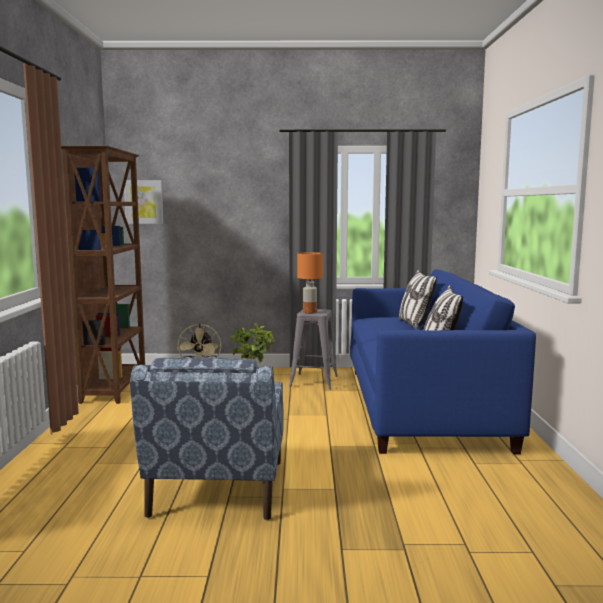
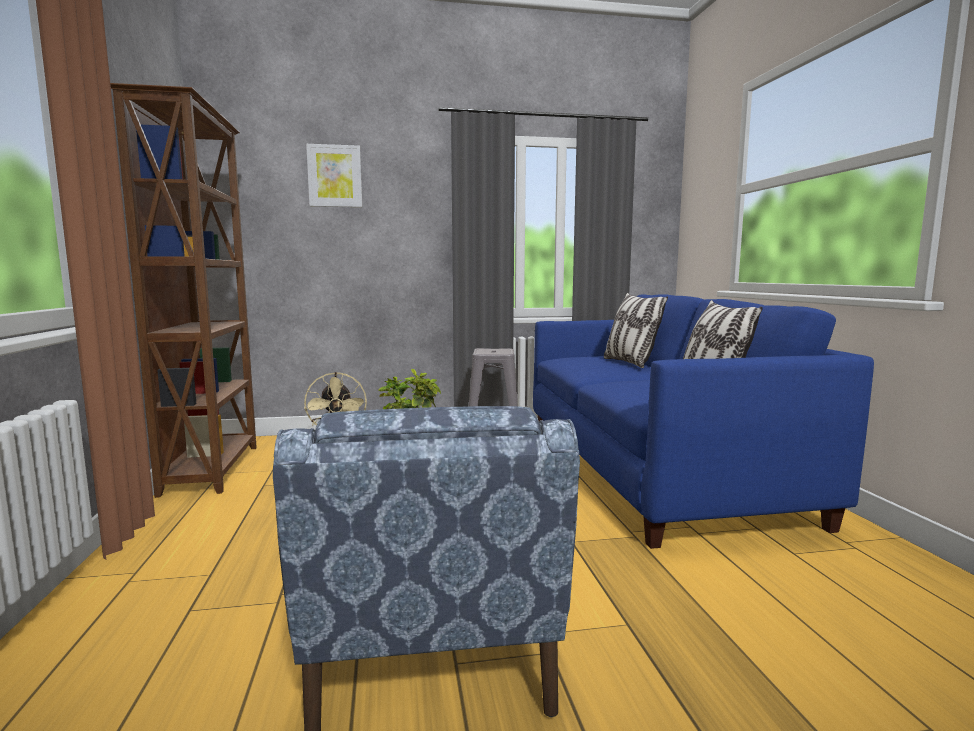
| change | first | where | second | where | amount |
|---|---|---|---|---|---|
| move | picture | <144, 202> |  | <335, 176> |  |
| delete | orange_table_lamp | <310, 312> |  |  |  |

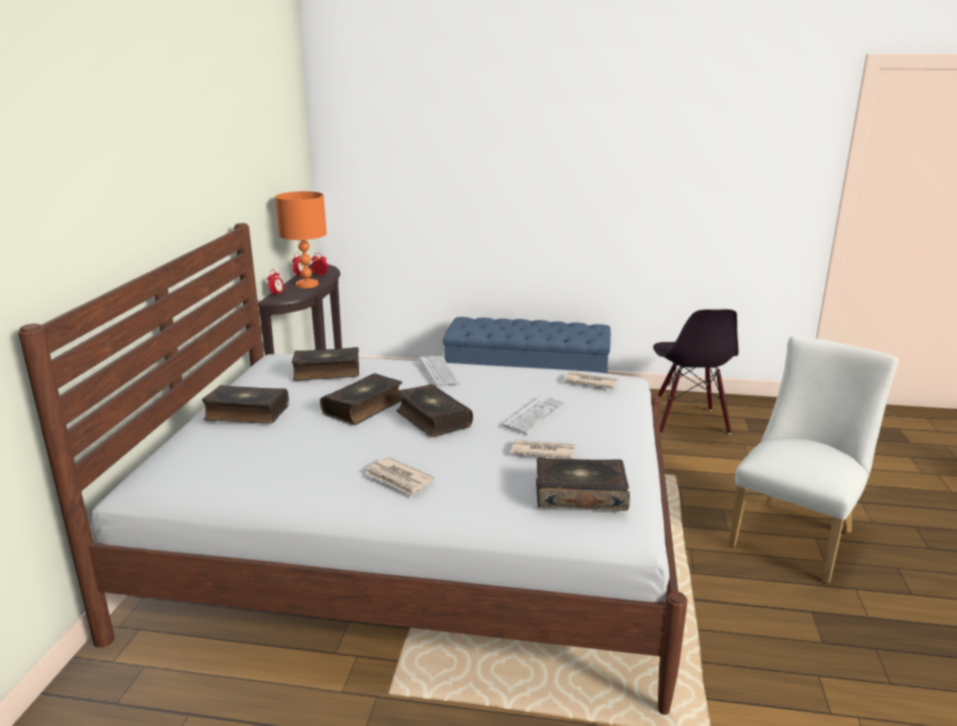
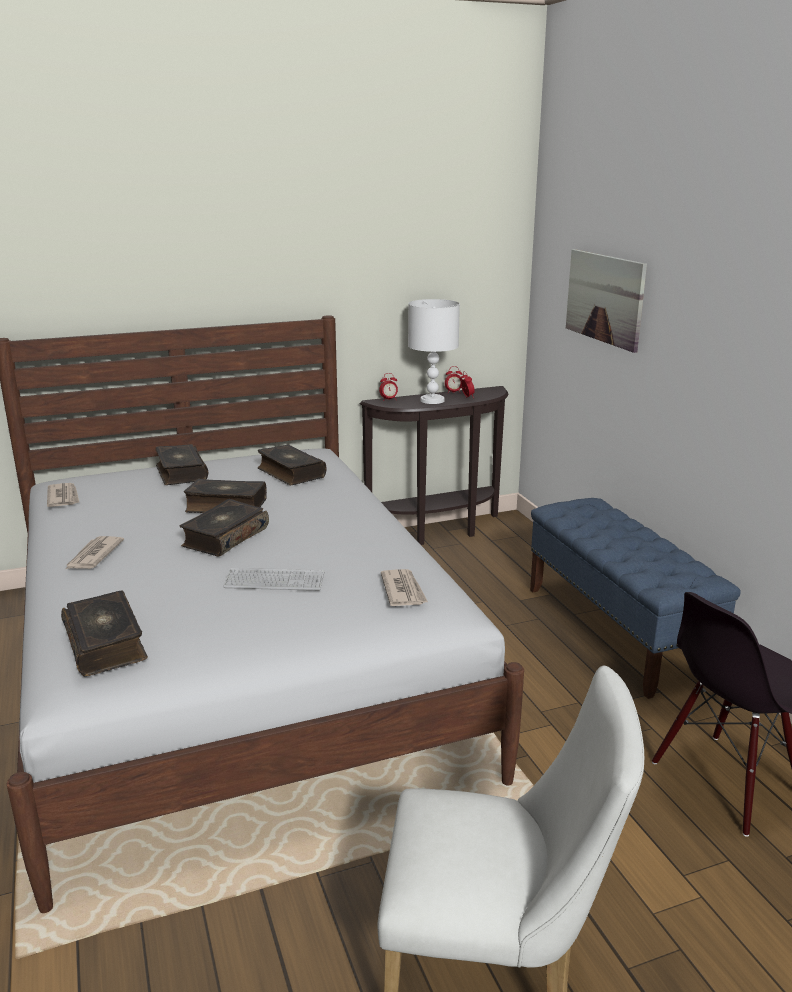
| change | first | where | second | where | amount |
|---|---|---|---|---|---|
| move | newspaper | <542, 451> |  | <63, 497> |  |
| recolor | orange_table_lamp | <307, 285> | white_table_lamp | <432, 400> |  |
| insert |  |  | picture | <604, 298> |  |
| delete | keyboard | <439, 372> |  |  |  |

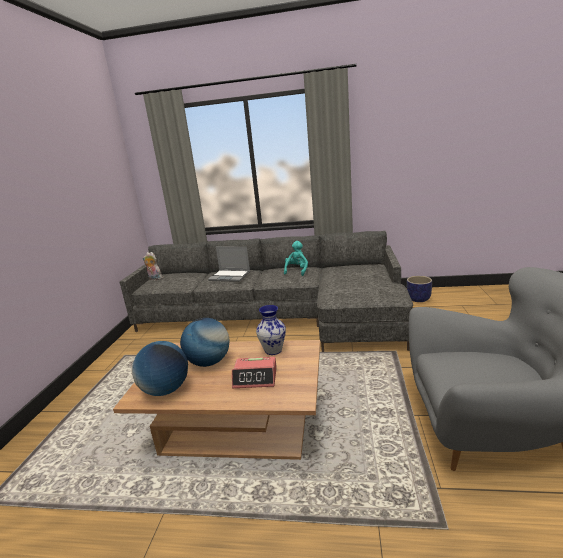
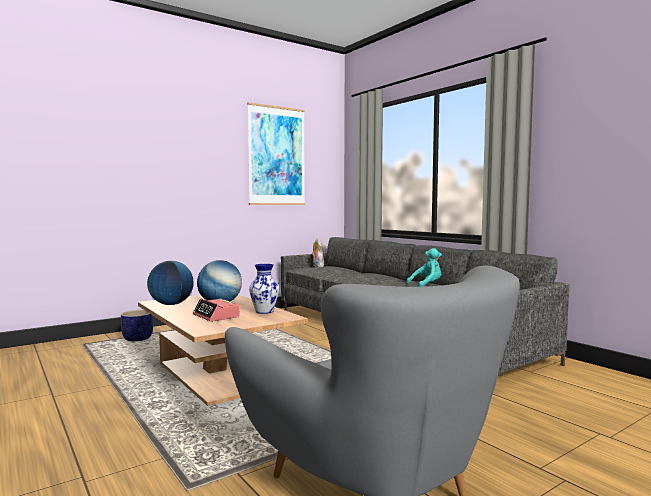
| change | first | where | second | where | amount |
|---|---|---|---|---|---|
| move | planter | <418, 299> |  | <138, 339> |  |
| insert |  |  | picture | <276, 156> |  |
| delete | laptop | <230, 276> |  |  |  |

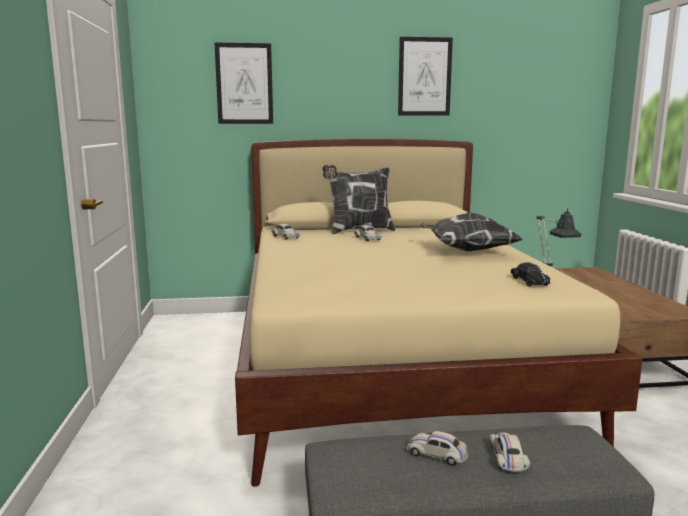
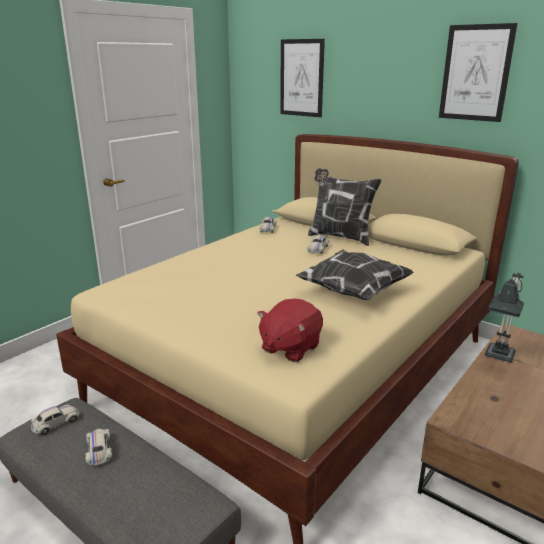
| change | first | where | second | where | amount |
|---|---|---|---|---|---|
| move | white_toy_car | <507, 457> |  | <56, 423> |  |
| replace | black_toy_car | <529, 281> | red_plush_toy | <290, 348> |  |

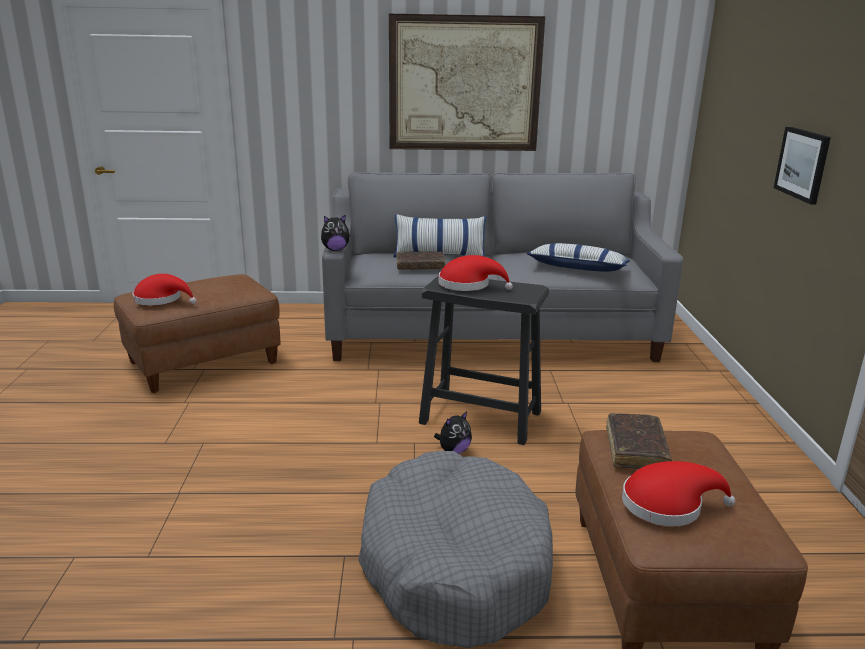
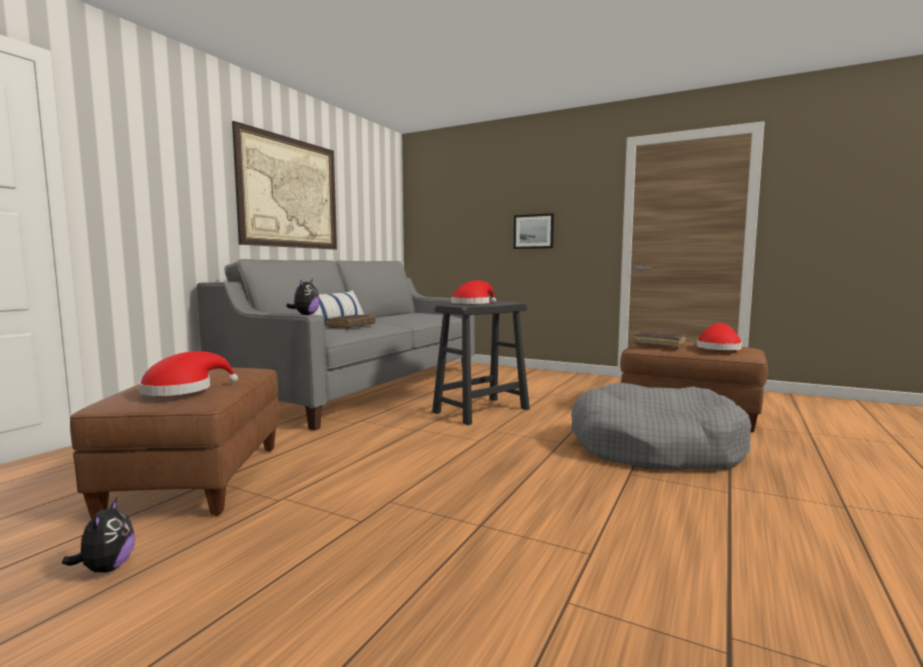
| change | first | where | second | where | amount |
|---|---|---|---|---|---|
| move | plush_toy | <453, 451> |  | <106, 568> |  |
| delete | pillow | <577, 268> |  |  |  |

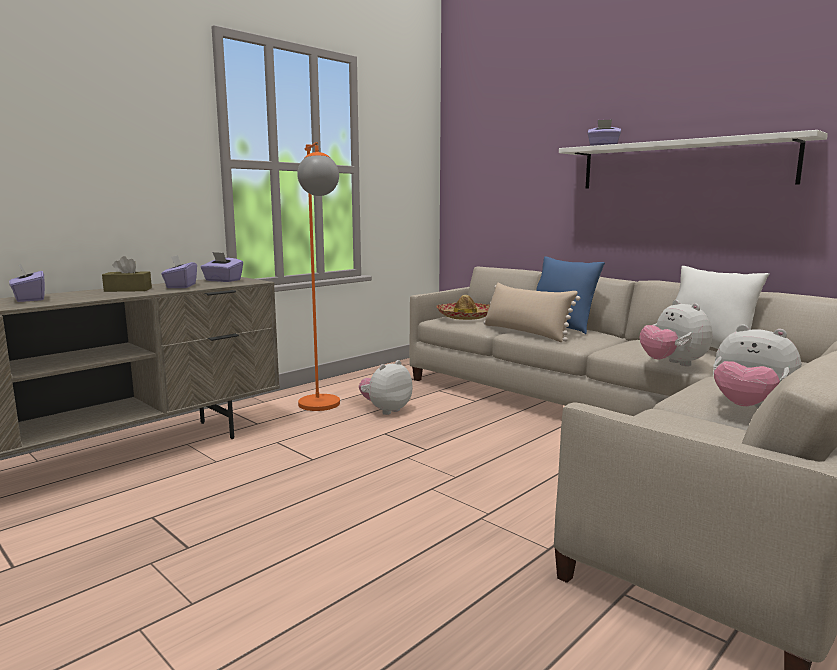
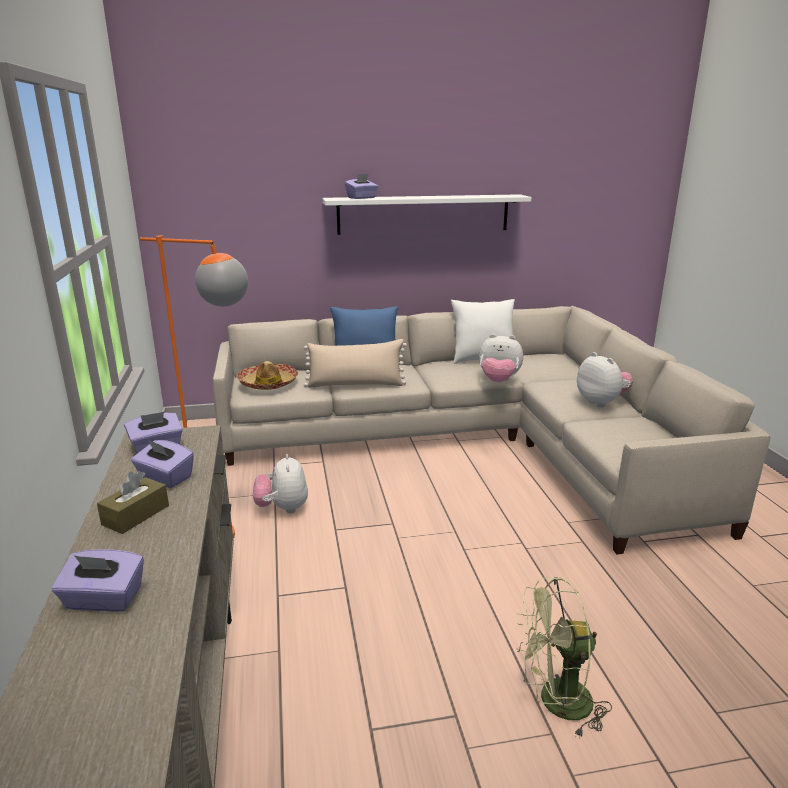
| change | first | where | second | where | amount |
|---|---|---|---|---|---|
| insert |  |  | green_fan | <555, 703> |  |
| rotate | plush_toy | <748, 407> |  | <601, 402> | 105 degrees counterclockwise |

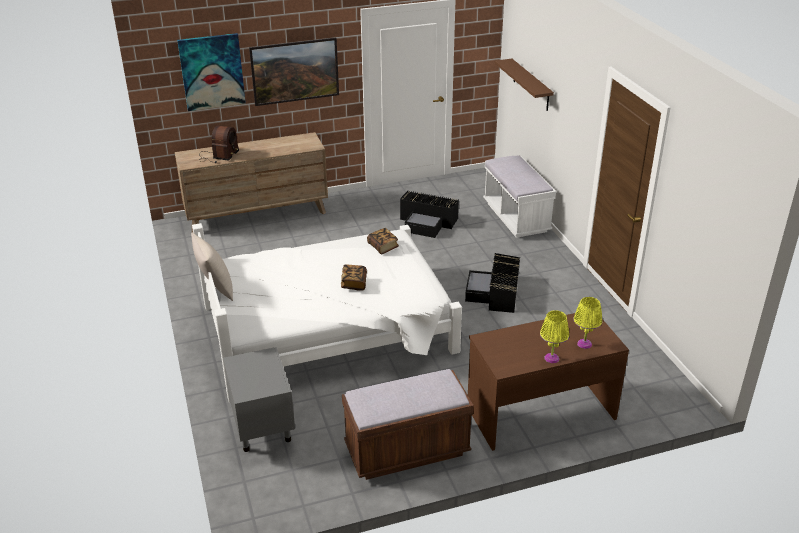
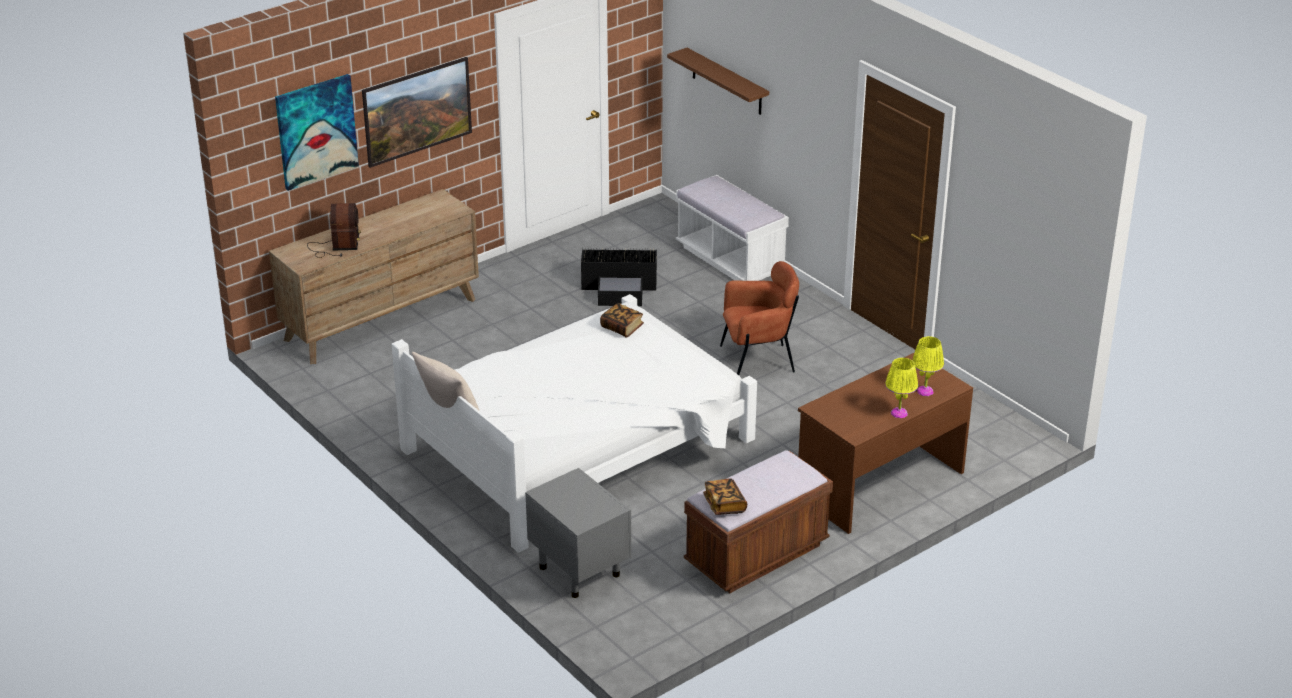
| change | first | where | second | where | amount |
|---|---|---|---|---|---|
| move | book | <354, 283> |  | <724, 505> |  |
| replace | black_storage_box | <495, 293> | brown_armchair | <757, 362> |  |

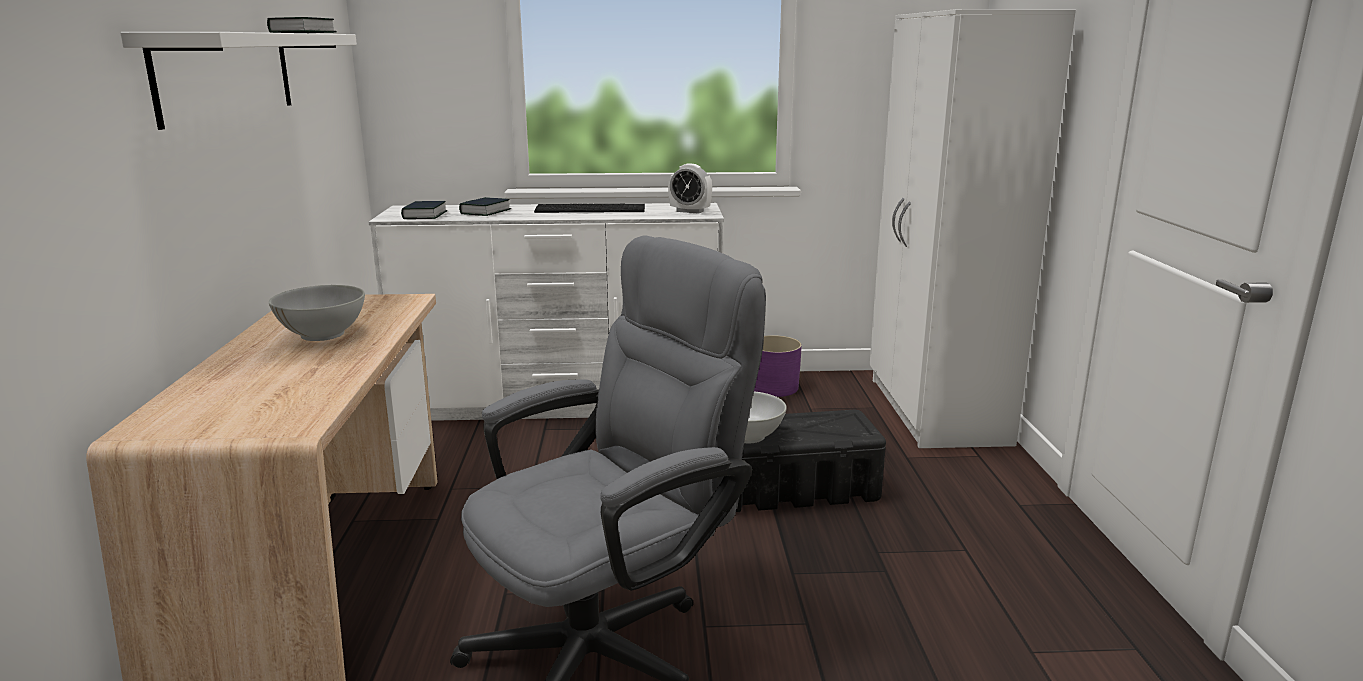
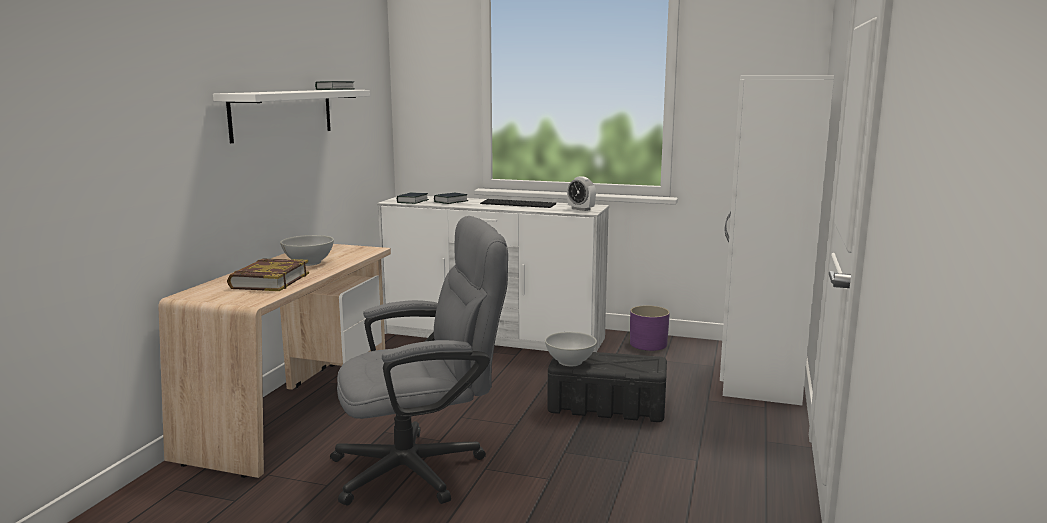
| change | first | where | second | where | amount |
|---|---|---|---|---|---|
| insert |  |  | book | <269, 281> |  |

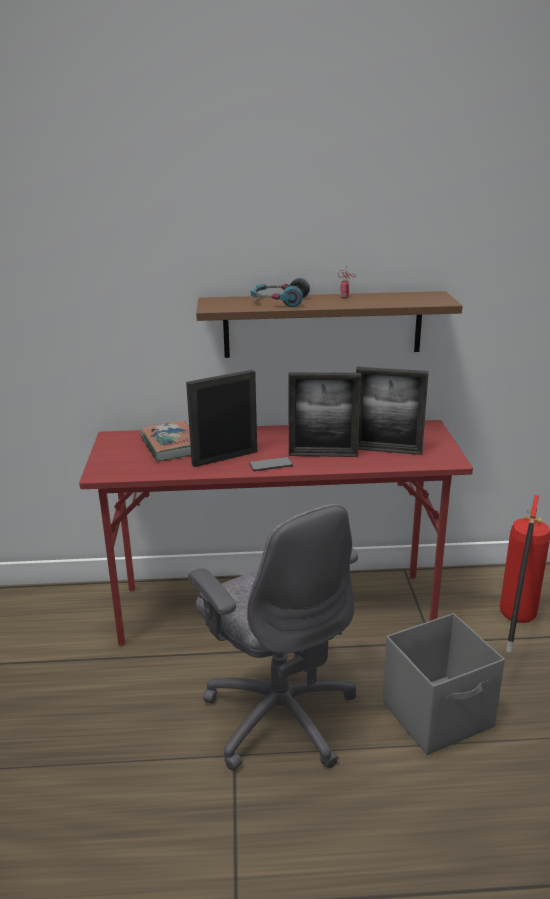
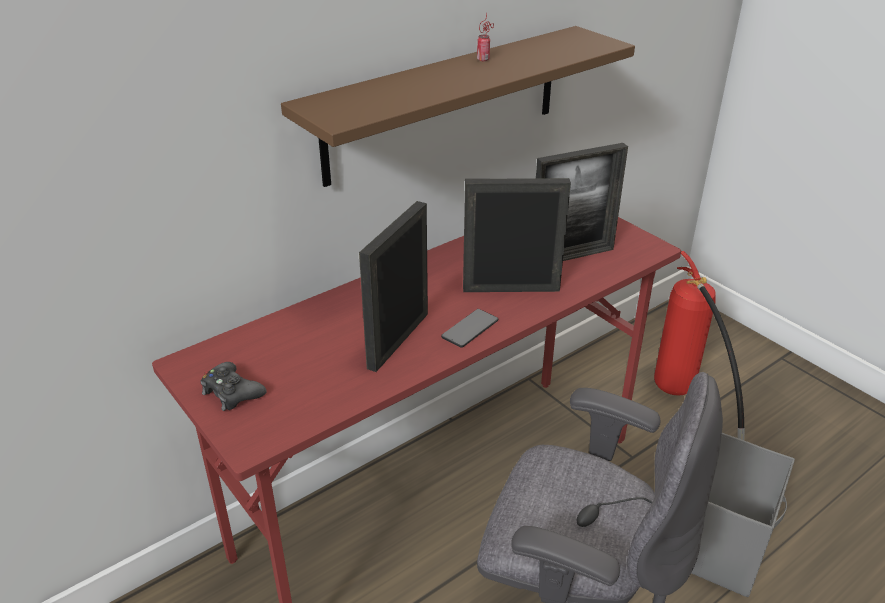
| change | first | where | second | where | amount |
|---|---|---|---|---|---|
| insert |  |  | black_game_controller | <232, 392> |  |
| rotate | picture_frame | <323, 455> |  | <511, 289> | 150 degrees counterclockwise |
| delete | book | <171, 445> |  |  |  |
| delete | headphones | <279, 301> |  |  |  |

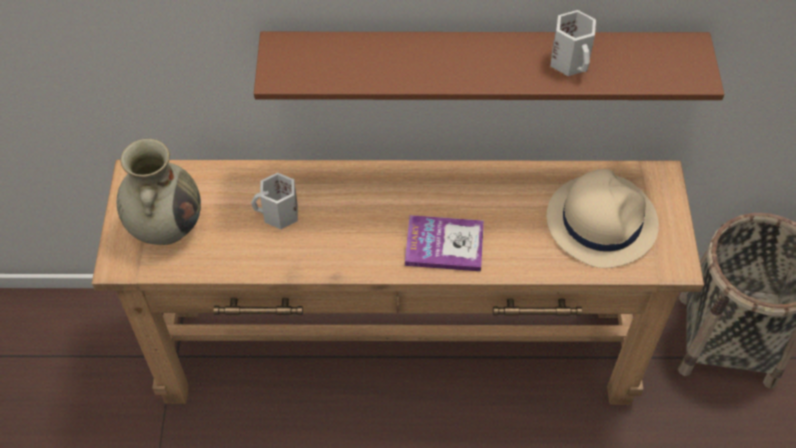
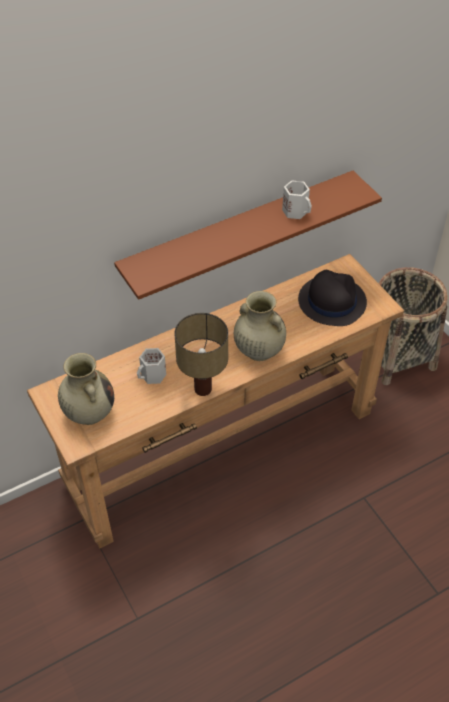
| change | first | where | second | where | amount |
|---|---|---|---|---|---|
| insert |  |  | table_lamp | <204, 389> |  |
| replace | book | <444, 245> | beige_vase | <258, 350> |  |
| recolor | beige_hat | <601, 220> | black_hat | <331, 301> |  |

